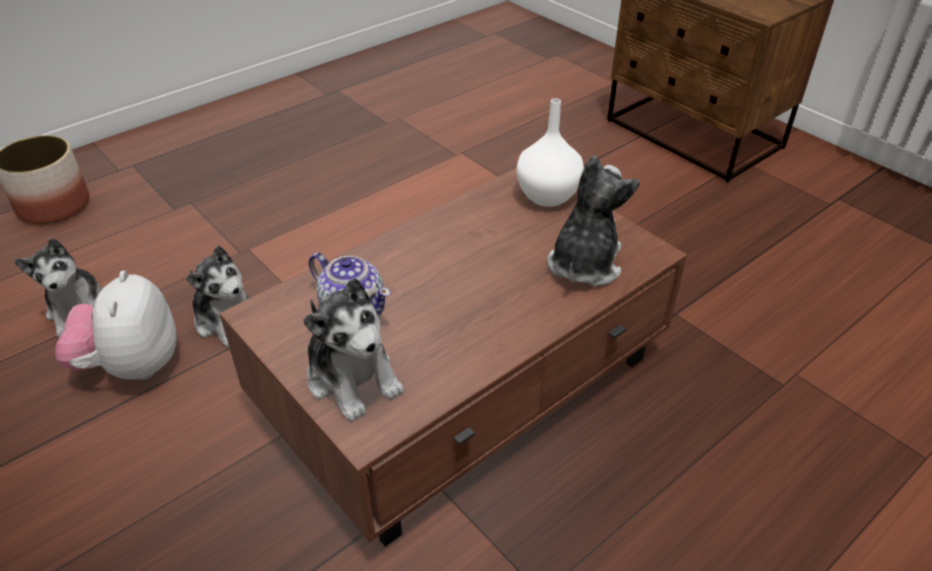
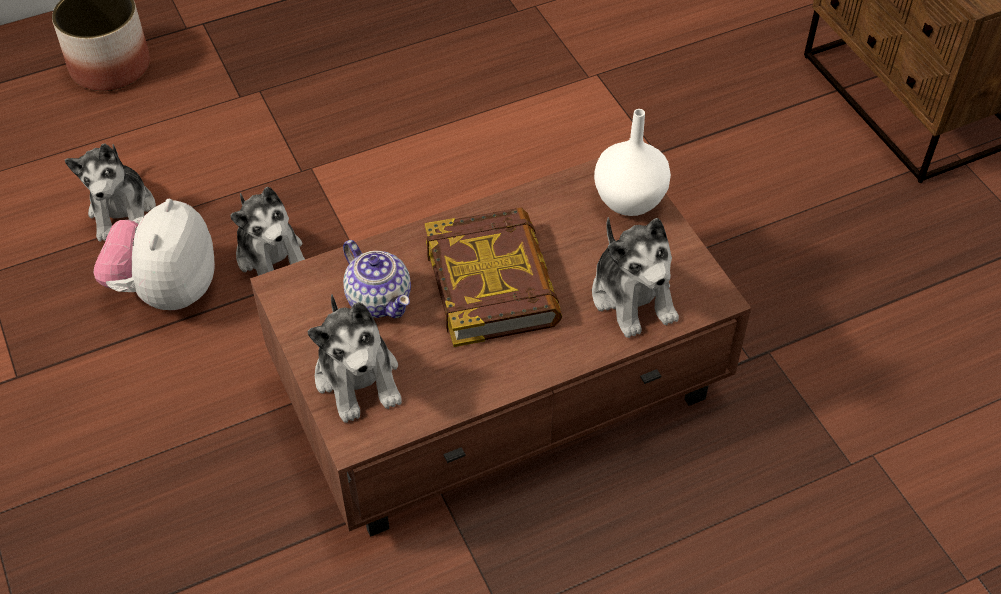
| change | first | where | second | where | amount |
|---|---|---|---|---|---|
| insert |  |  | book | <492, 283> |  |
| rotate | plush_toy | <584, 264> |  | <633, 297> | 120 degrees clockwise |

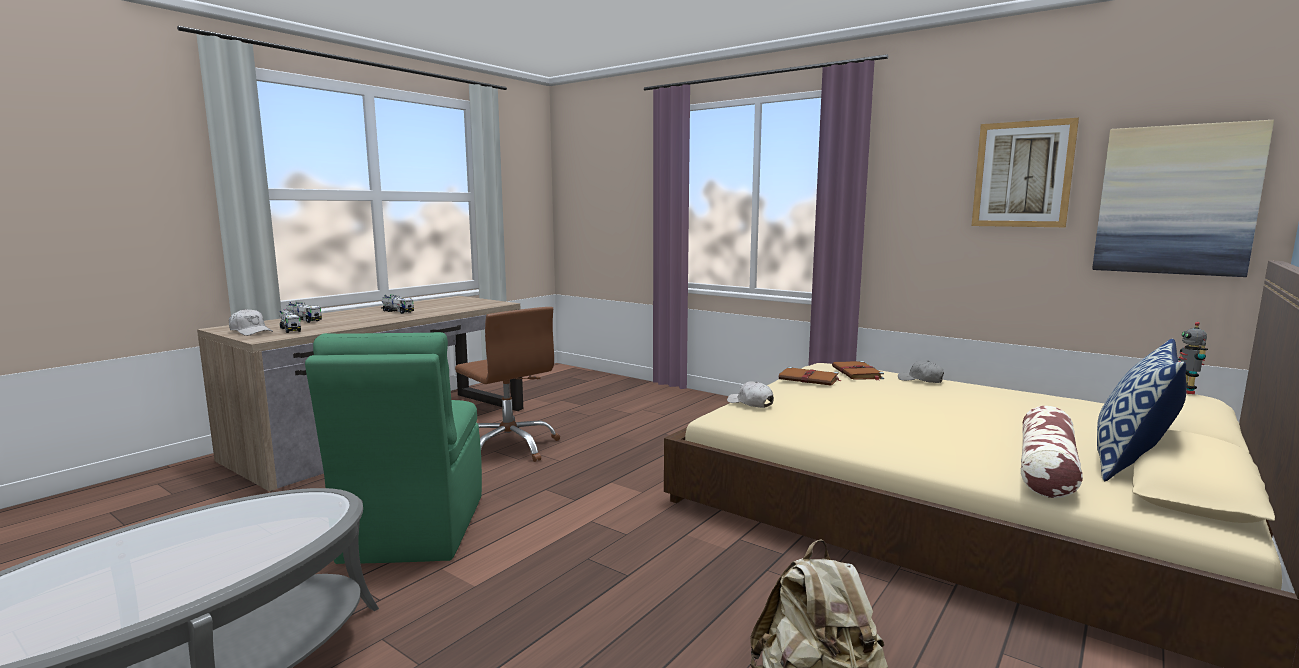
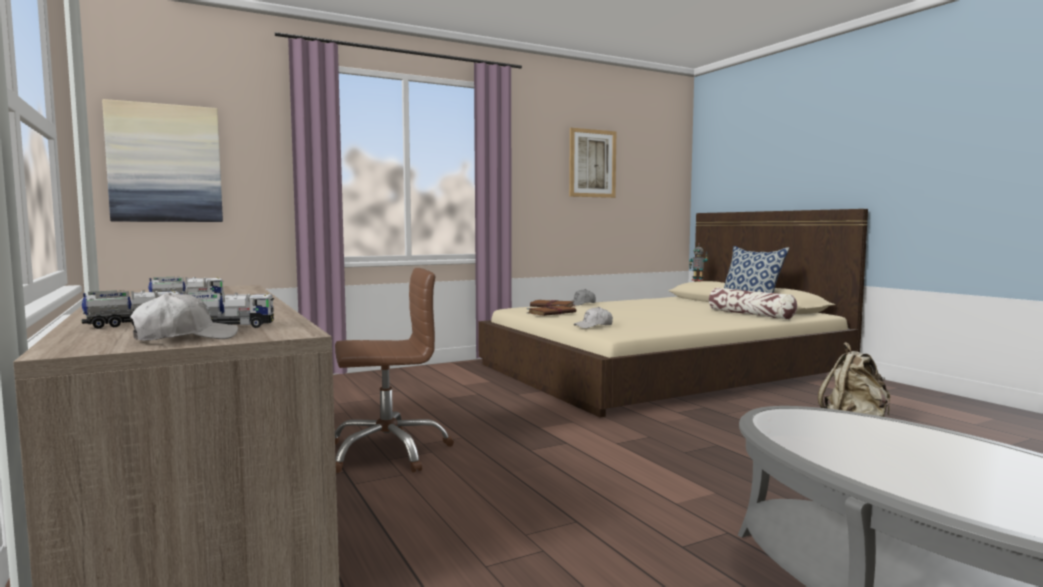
| change | first | where | second | where | amount |
|---|---|---|---|---|---|
| move | picture | <1175, 200> |  | <165, 163> |  |
| delete | green_chair | <413, 530> |  |  |  |

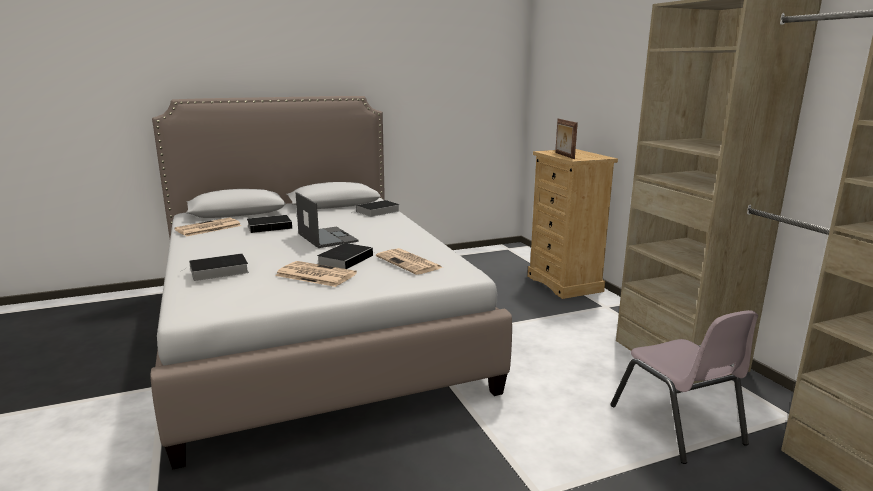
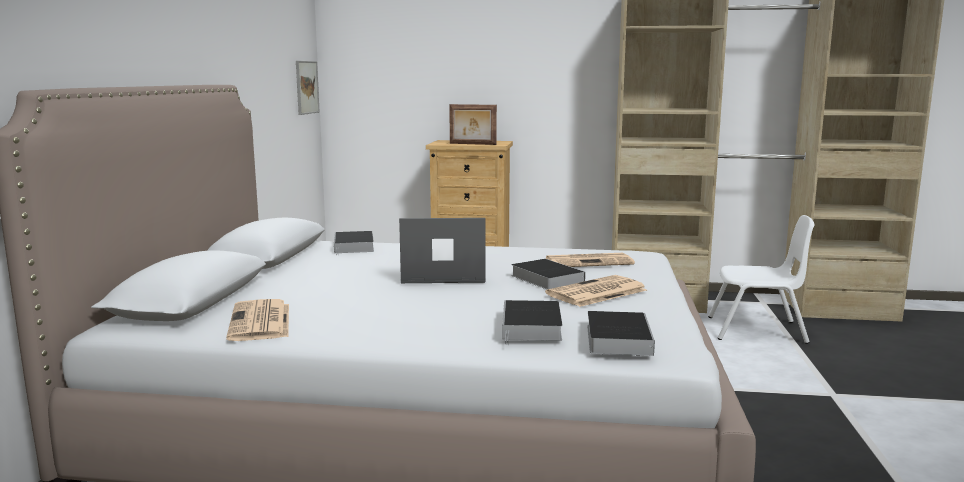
| change | first | where | second | where | amount |
|---|---|---|---|---|---|
| insert |  |  | picture | <306, 87> |  |
| move | book | <271, 227> |  | <617, 338> |  |
| recolor | pink_chair | <676, 425> | white_chair | <757, 330> |  |

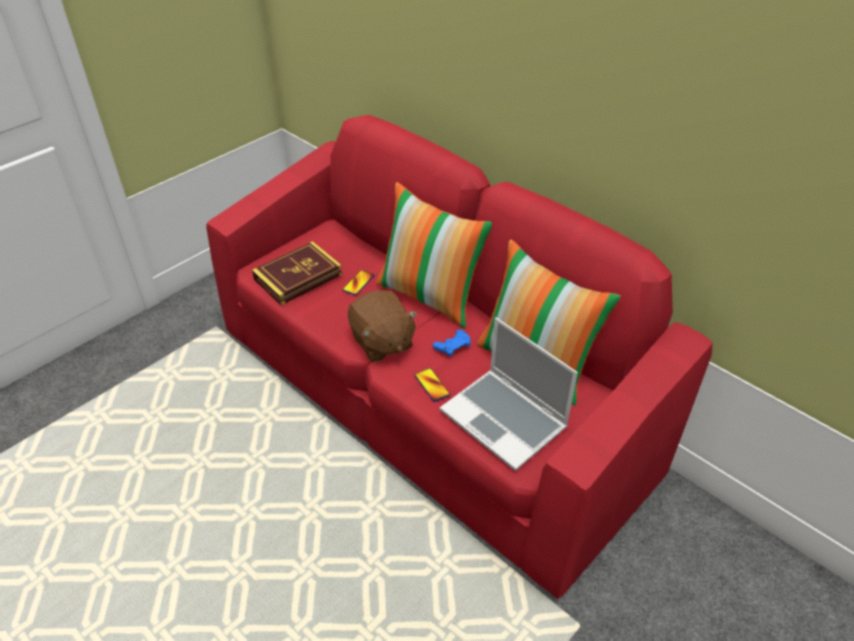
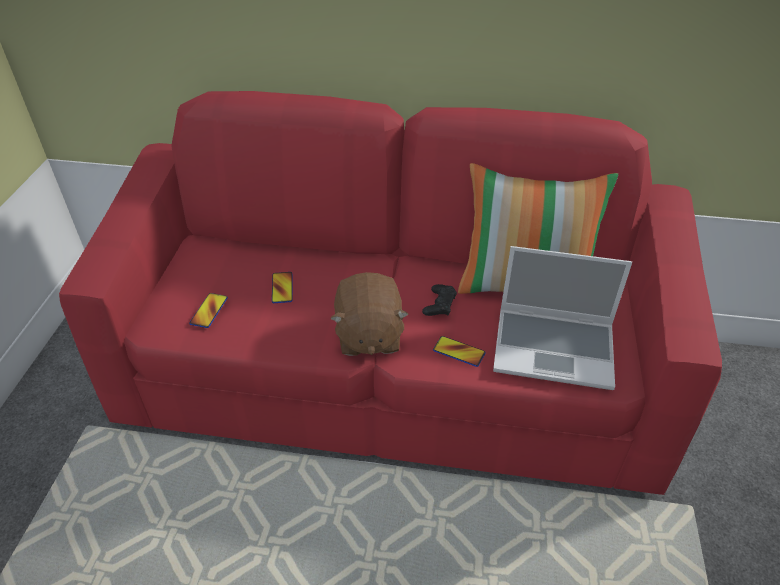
| change | first | where | second | where | amount |
|---|---|---|---|---|---|
| replace | book | <298, 277> | phone | <209, 311> |  |
| rotate | brown_plush_toy | <381, 342> |  | <368, 335> | 60 degrees clockwise |
| recolor | blue_game_controller | <452, 346> | black_game_controller | <439, 304> |  |
| delete | pillow | <430, 296> |  |  |  |

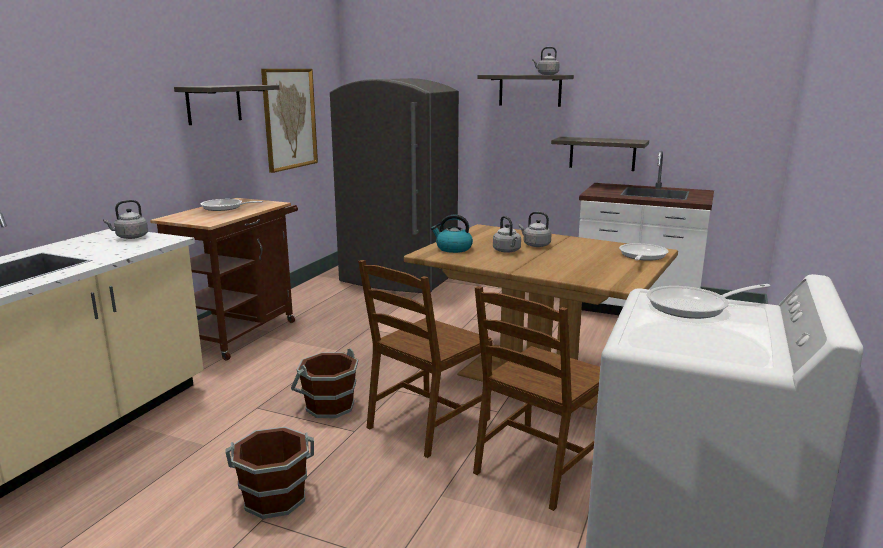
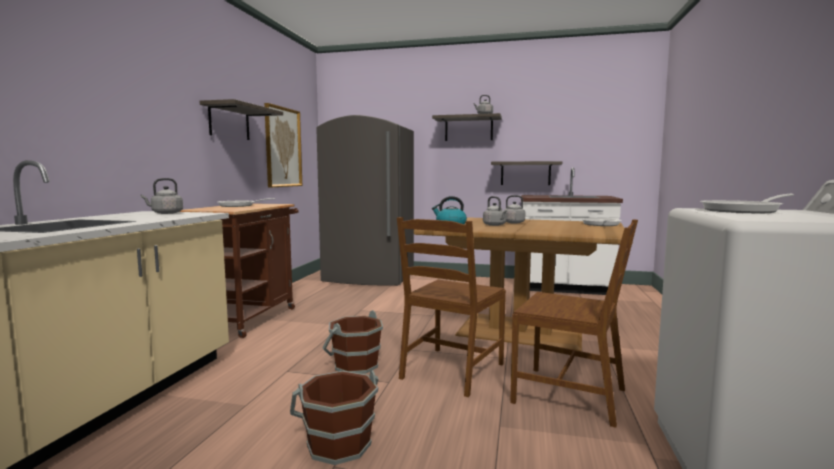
| change | first | where | second | where | amount |
|---|---|---|---|---|---|
| rotate | brown_chair | <540, 467> |  | <570, 395> | 90 degrees counterclockwise |

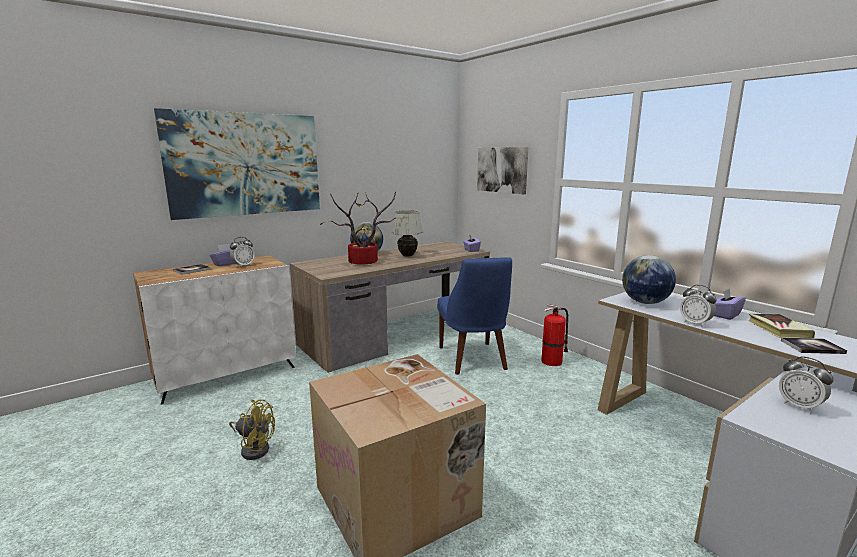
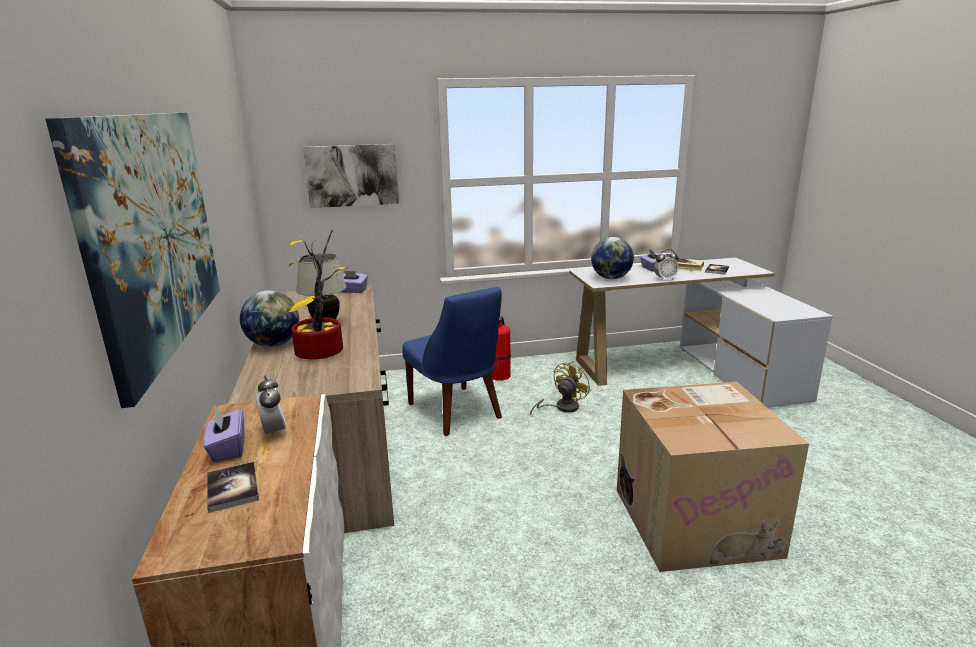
| change | first | where | second | where | amount |
|---|---|---|---|---|---|
| rotate | blue_chair | <473, 359> |  | <457, 412> | 45 degrees clockwise |
| move | yellow_fan | <254, 448> |  | <562, 407> |  |
| delete | alarm_clock | <799, 406> |  |  |  |

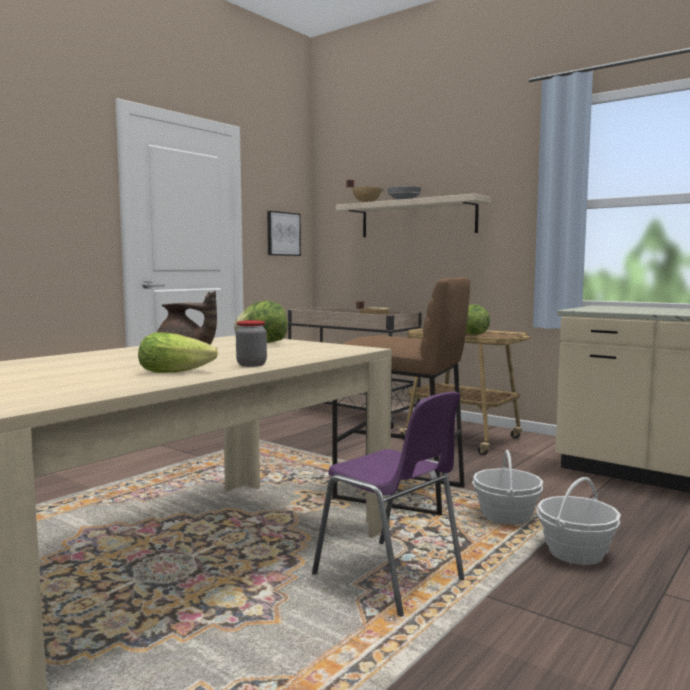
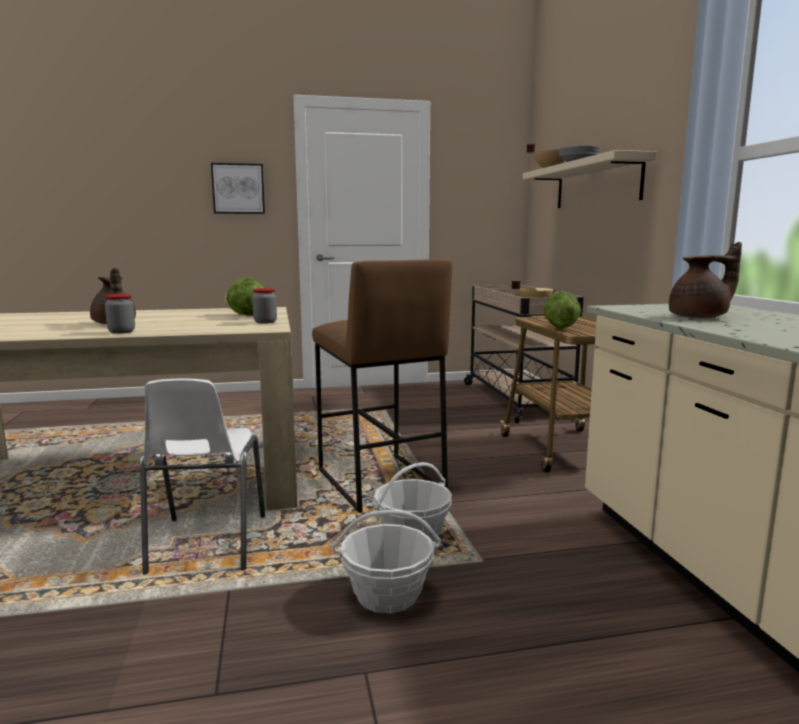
| change | first | where | second | where | amount |
|---|---|---|---|---|---|
| recolor | purple_chair | <391, 578> | white_chair | <206, 545> |  |
| move | picture | <283, 234> |  | <238, 189> |  |
| insert |  |  | jar | <265, 322> |  |
| insert |  |  | brown_teapot | <700, 317> |  |
| delete | lettuce | <179, 372> |  |  |  |

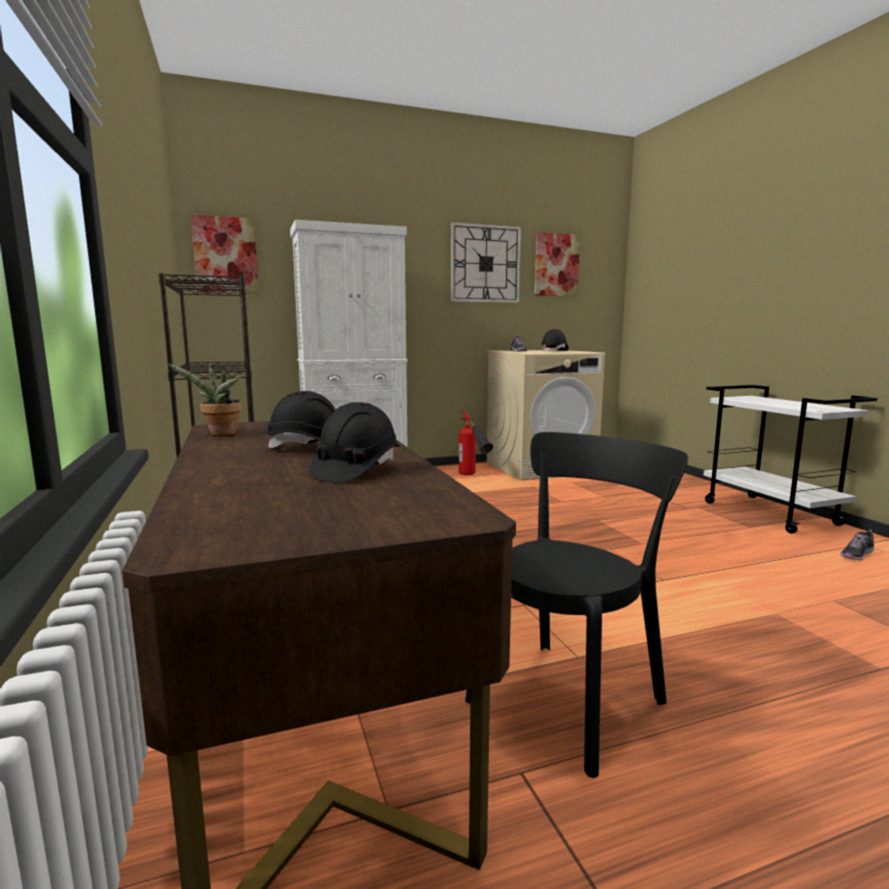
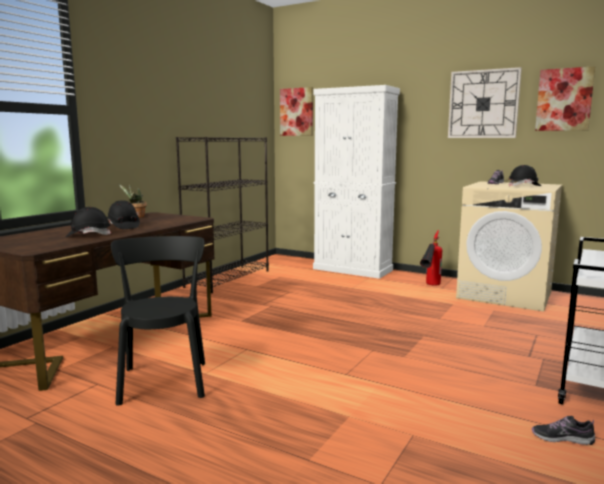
| change | first | where | second | where | amount |
|---|---|---|---|---|---|
| rotate | black_chair | <570, 696> |  | <164, 380> | 105 degrees counterclockwise |

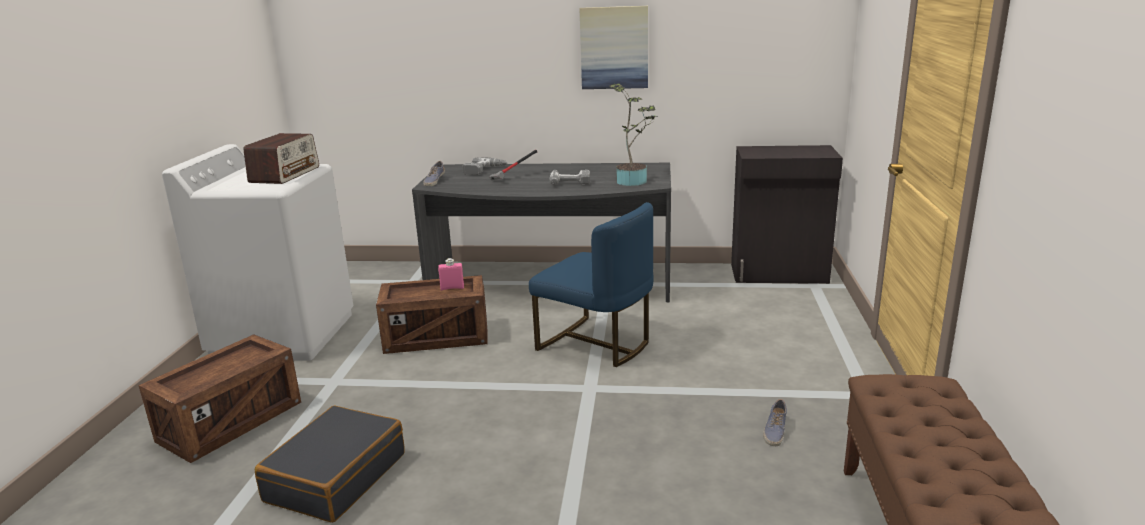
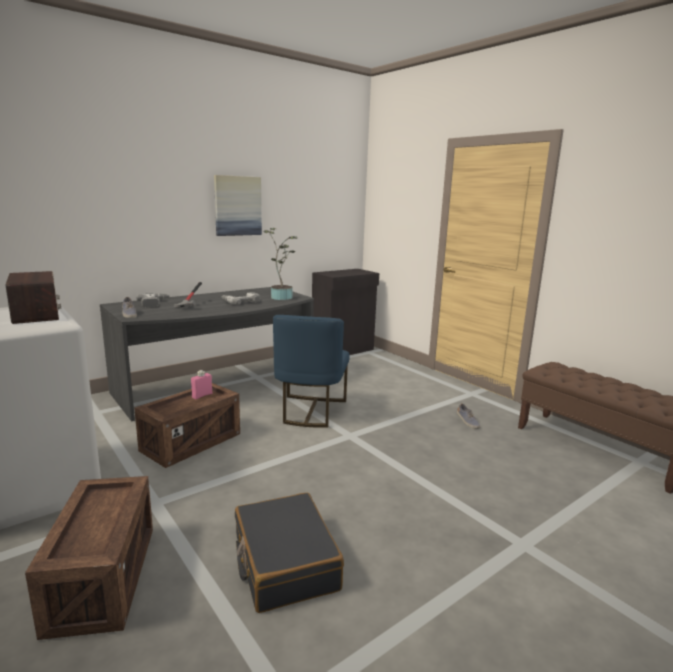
| change | first | where | second | where | amount |
|---|---|---|---|---|---|
| rotate | blue_chair | <596, 344> |  | <310, 411> | 105 degrees clockwise |

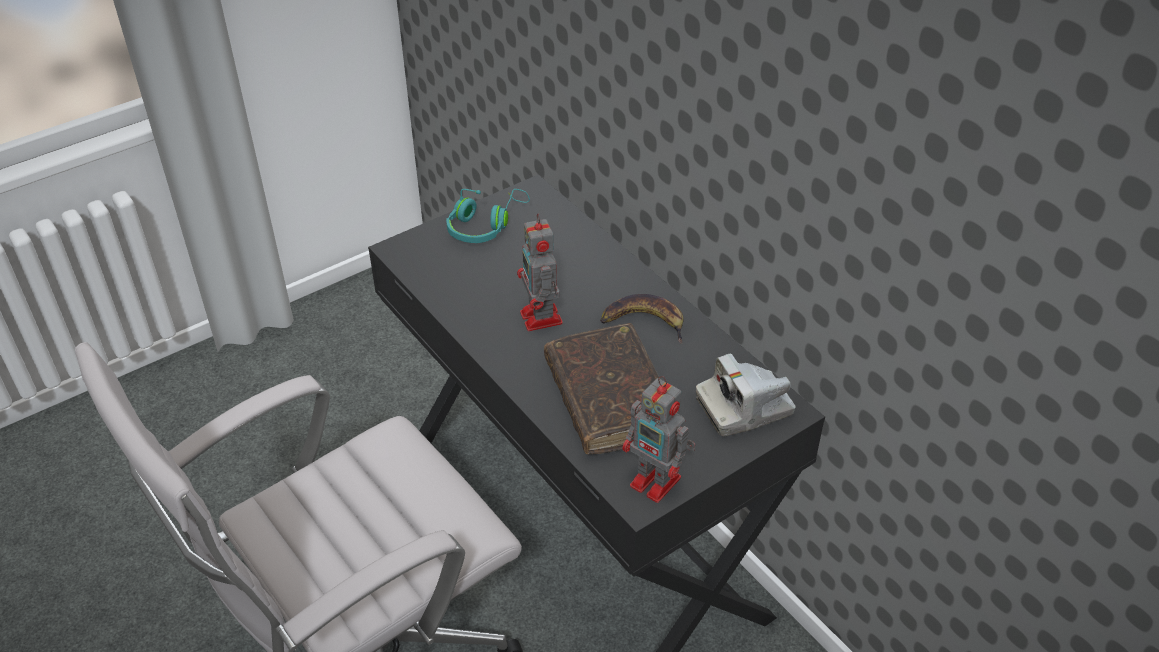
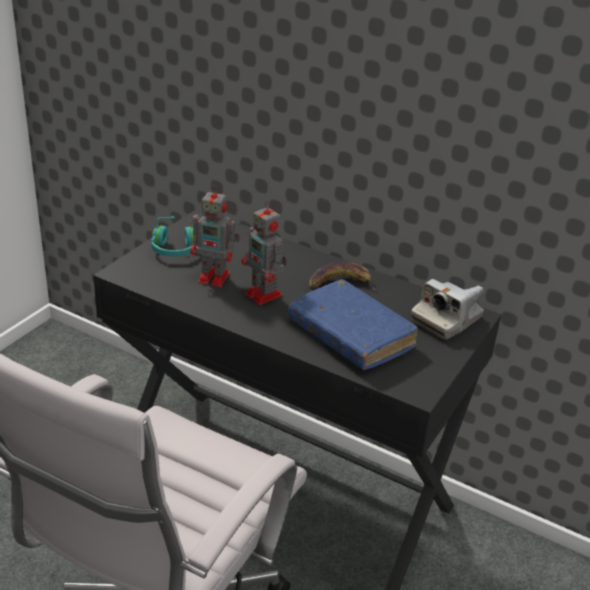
| change | first | where | second | where | amount |
|---|---|---|---|---|---|
| move | toy_robot | <657, 483> |  | <215, 278> |  |
| recolor | brown_book | <609, 400> | blue_book | <350, 335> |  |

